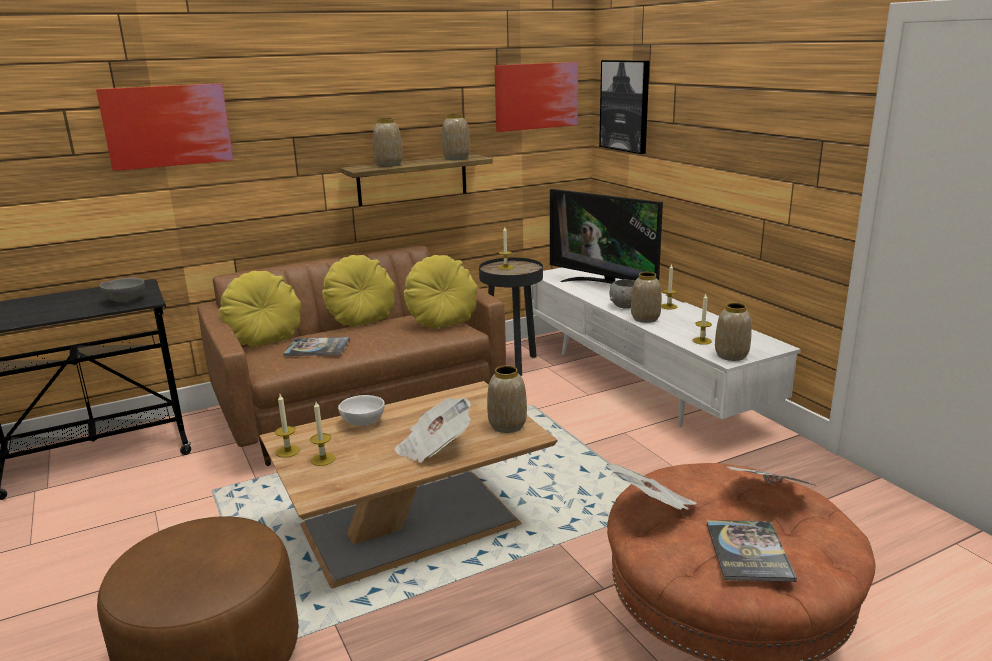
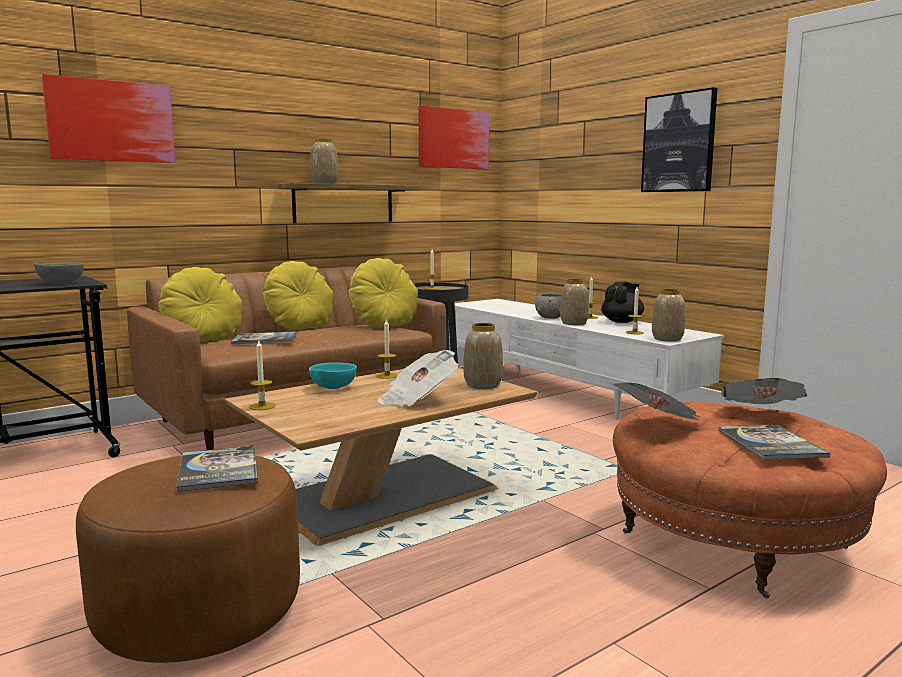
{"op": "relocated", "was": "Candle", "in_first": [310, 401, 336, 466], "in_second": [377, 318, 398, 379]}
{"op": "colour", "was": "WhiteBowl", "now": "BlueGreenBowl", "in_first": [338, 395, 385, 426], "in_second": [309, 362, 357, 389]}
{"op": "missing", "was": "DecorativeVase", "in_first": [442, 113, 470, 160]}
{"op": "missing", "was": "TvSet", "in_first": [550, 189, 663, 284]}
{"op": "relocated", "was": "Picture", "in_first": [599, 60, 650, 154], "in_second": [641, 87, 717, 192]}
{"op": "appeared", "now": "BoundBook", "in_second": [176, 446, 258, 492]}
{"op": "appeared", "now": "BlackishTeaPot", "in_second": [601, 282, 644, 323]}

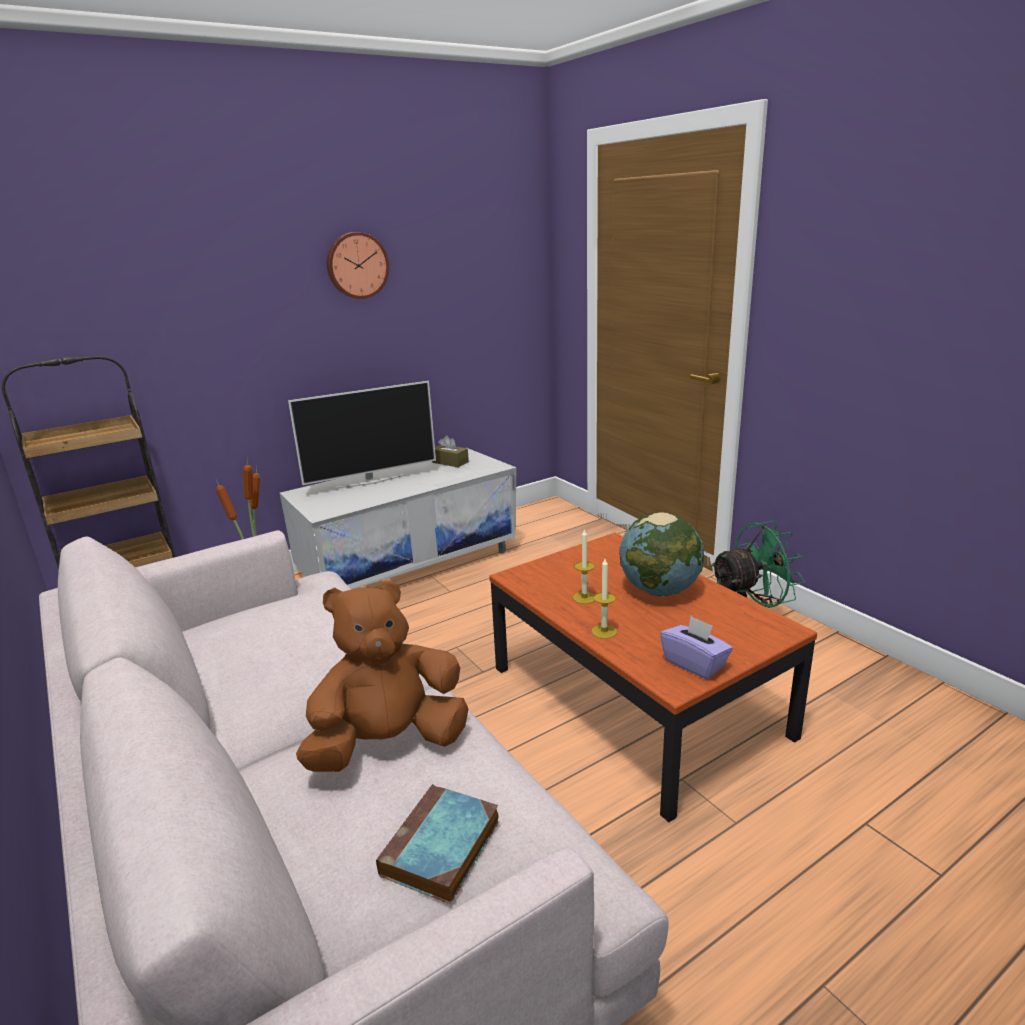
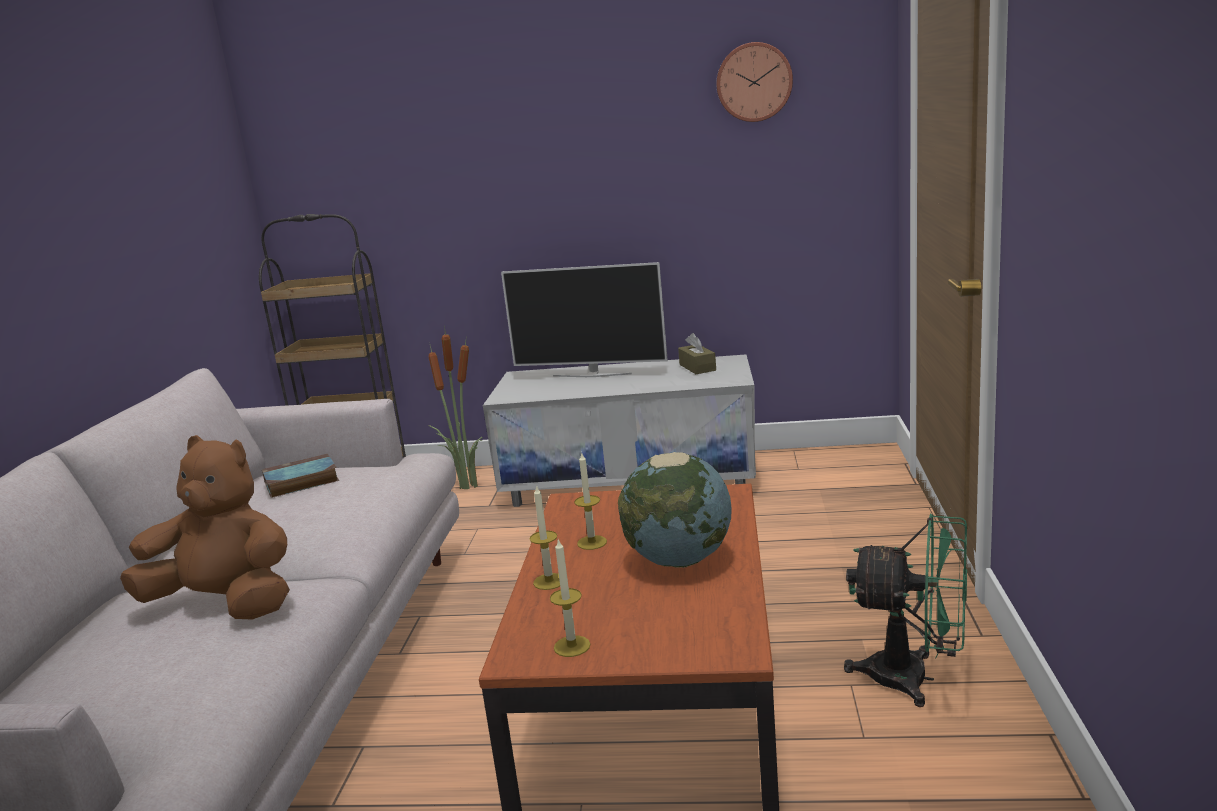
{"op": "relocated", "was": "HangingClock", "in_first": [327, 232, 389, 299], "in_second": [716, 42, 793, 122]}
{"op": "relocated", "was": "BoundBook", "in_first": [376, 784, 499, 904], "in_second": [262, 454, 339, 498]}
{"op": "exchanged", "was": "PurpleTissueBox", "now": "Candle", "in_first": [660, 616, 733, 679], "in_second": [550, 539, 590, 657]}

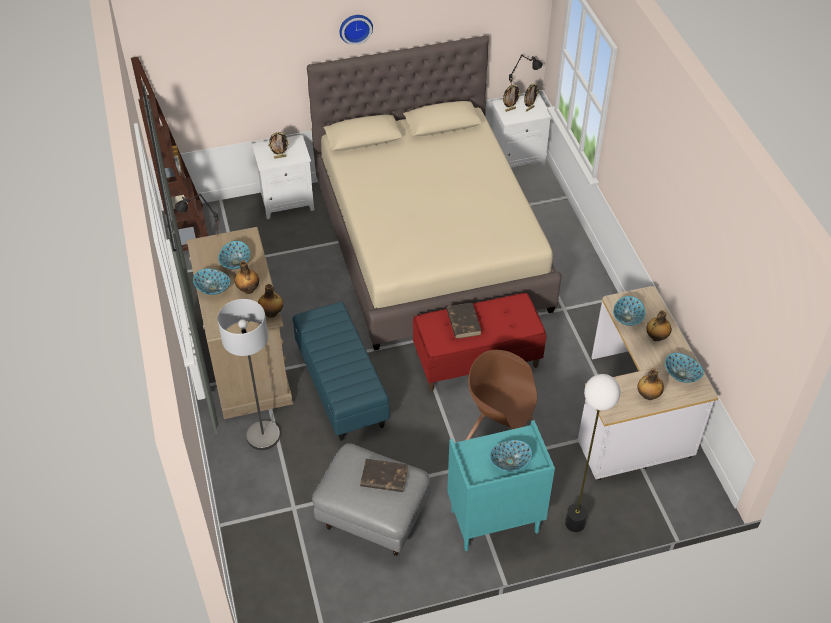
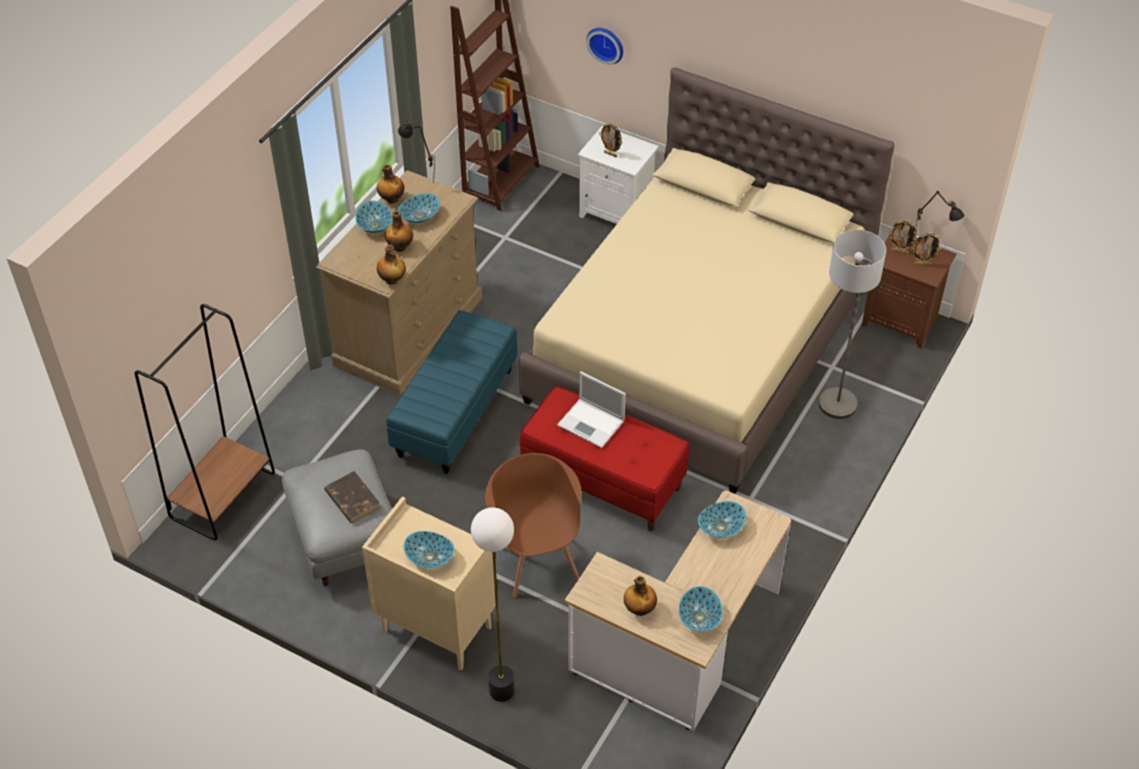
{"op": "relocated", "was": "GreyFloorLamp", "in_first": [218, 299, 280, 450], "in_second": [819, 230, 886, 419]}
{"op": "relocated", "was": "HangingClock", "in_first": [340, 15, 373, 45], "in_second": [587, 28, 623, 64]}
{"op": "exchanged", "was": "BrownBoundBook", "now": "PortableComputer", "in_first": [446, 303, 481, 339], "in_second": [557, 371, 626, 448]}
{"op": "colour", "was": "BlueGreenCabinet", "now": "BeigeColouredCabinet", "in_first": [447, 420, 555, 551], "in_second": [362, 497, 496, 670]}
{"op": "colour", "was": "WhiteNightstand", "now": "BrownNightstand", "in_first": [492, 93, 551, 168], "in_second": [862, 233, 956, 348]}
{"op": "relocated", "was": "Bottle", "in_first": [646, 310, 671, 341], "in_second": [377, 164, 404, 203]}
{"op": "appeared", "now": "GarmentRack", "in_second": [135, 304, 275, 540]}

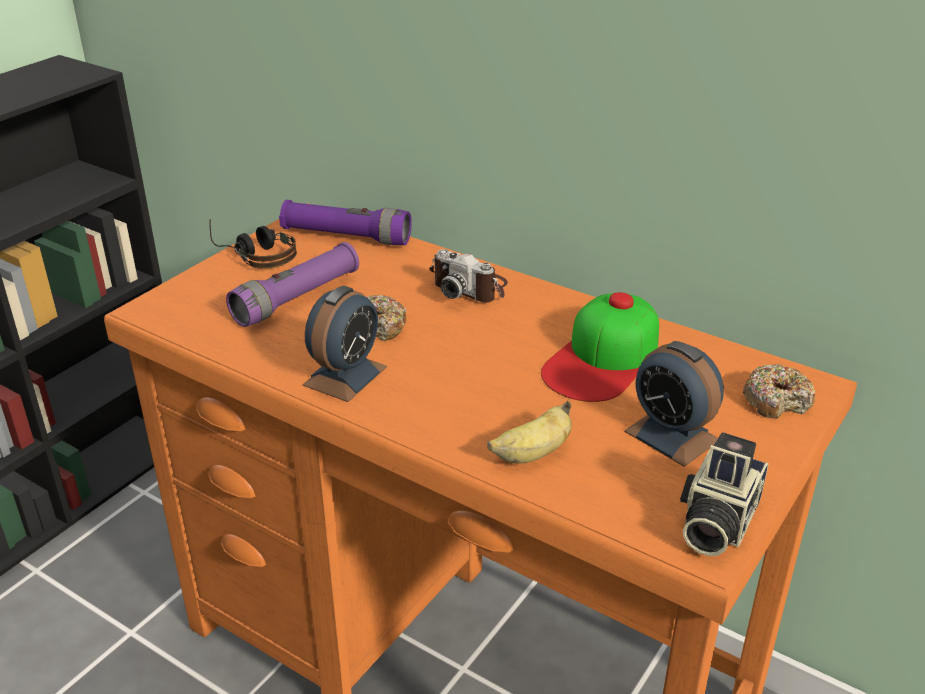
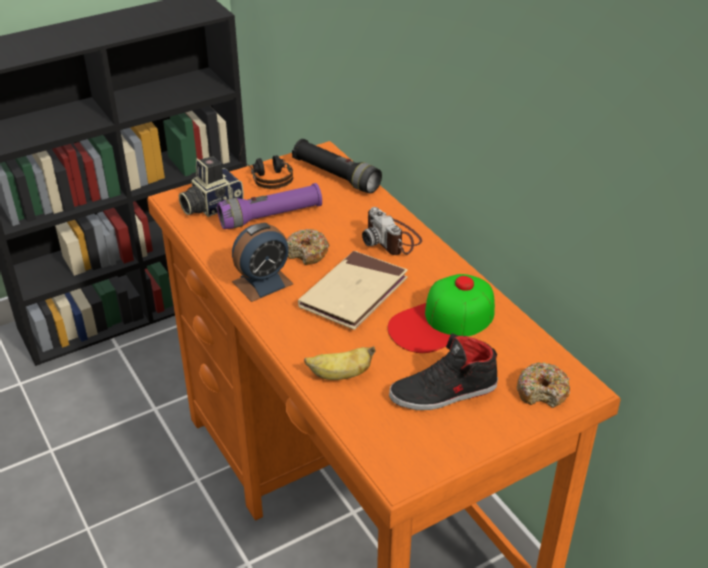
{"op": "colour", "was": "PurpleFlashlight", "now": "BlackishFlashlight", "in_first": [279, 200, 412, 245], "in_second": [292, 139, 382, 194]}
{"op": "exchanged", "was": "BedsideClock", "now": "BlackishShoe", "in_first": [624, 341, 724, 467], "in_second": [389, 333, 498, 410]}
{"op": "relocated", "was": "PhotoCamera", "in_first": [680, 432, 768, 556], "in_second": [179, 156, 244, 217]}
{"op": "appeared", "now": "BeigeColouredBoundBook", "in_second": [298, 251, 408, 330]}

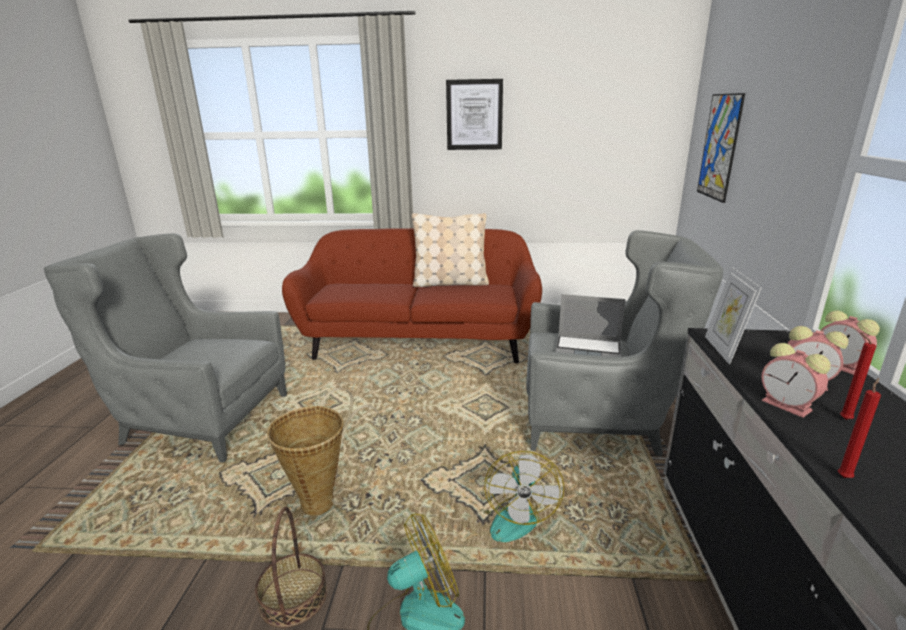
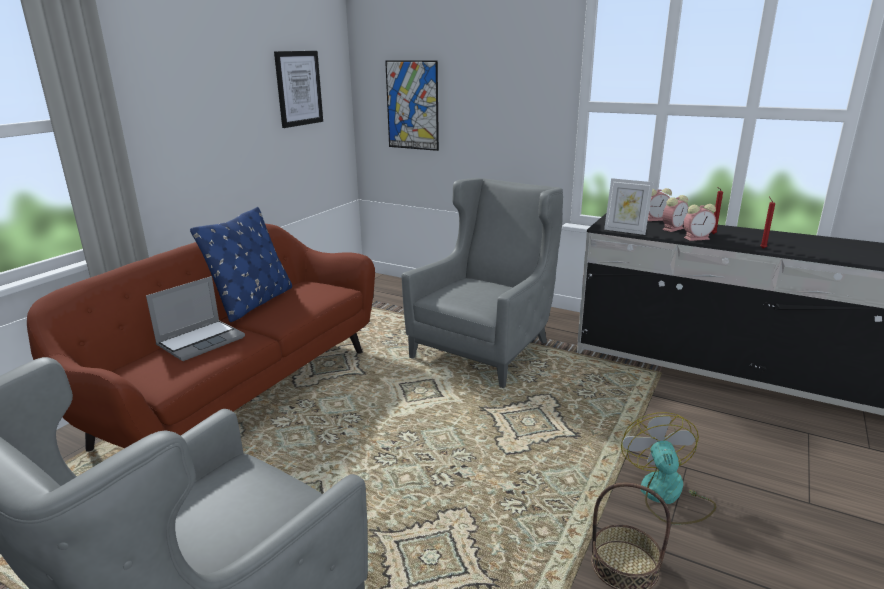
{"op": "missing", "was": "HouseholdBasket", "in_first": [267, 388, 381, 516]}
{"op": "colour", "was": "BeigeColouredPillow", "now": "BlueColouredPillow", "in_first": [412, 213, 489, 287], "in_second": [190, 207, 292, 322]}
{"op": "relocated", "was": "Picture", "in_first": [446, 79, 503, 150], "in_second": [274, 51, 323, 128]}
{"op": "missing", "was": "ElectricFan", "in_first": [484, 451, 564, 542]}
{"op": "relocated", "was": "PortableComputer", "in_first": [555, 294, 626, 357], "in_second": [146, 276, 245, 361]}

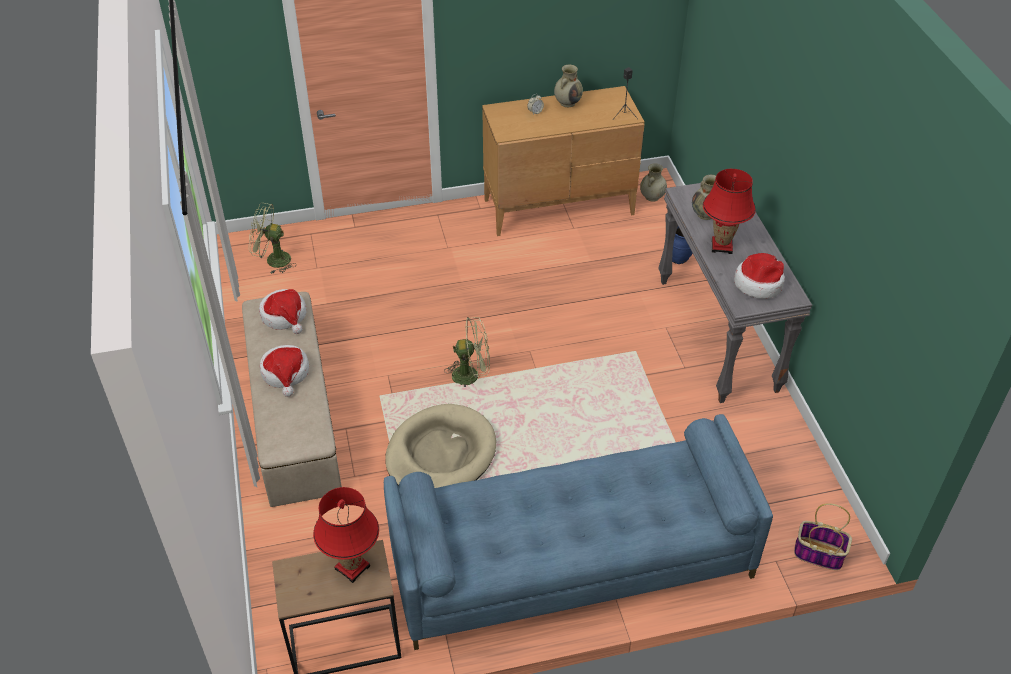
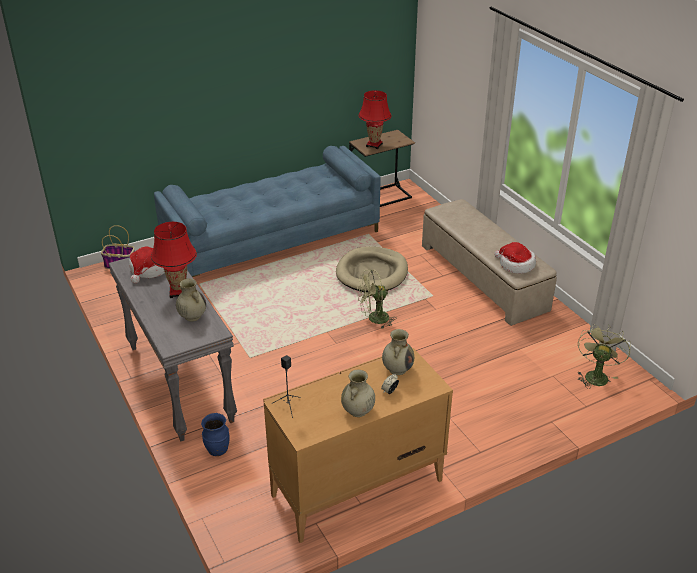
{"op": "spun", "was": "GreenColouredElectricFan", "in_first": [249, 203, 297, 274], "in_second": [577, 324, 631, 389], "clockwise": -60}
{"op": "missing", "was": "Hat", "in_first": [260, 345, 309, 397]}
{"op": "relocated", "was": "BeigeColouredDecorativeVase", "in_first": [640, 163, 667, 202], "in_second": [382, 329, 414, 375]}

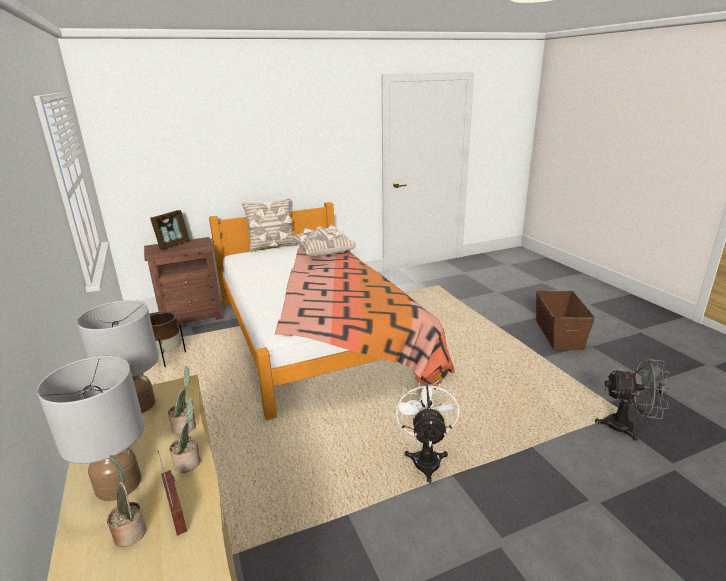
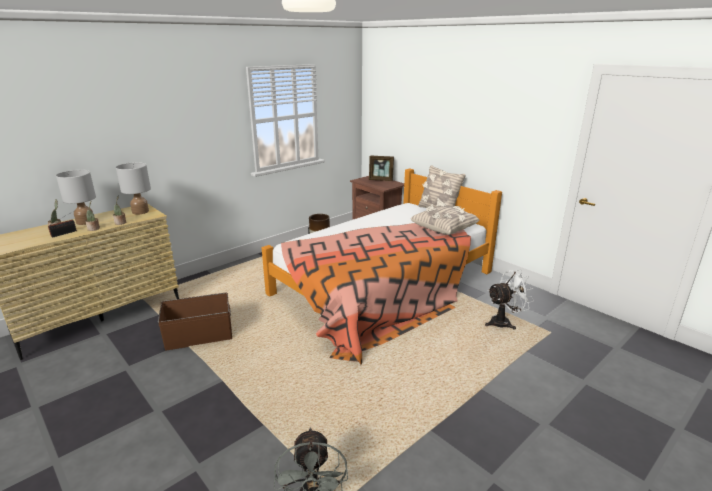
{"op": "relocated", "was": "WhiteElectricFan", "in_first": [396, 379, 459, 483], "in_second": [485, 270, 534, 330]}
{"op": "relocated", "was": "BrownStorageBox", "in_first": [536, 291, 595, 350], "in_second": [158, 293, 232, 351]}

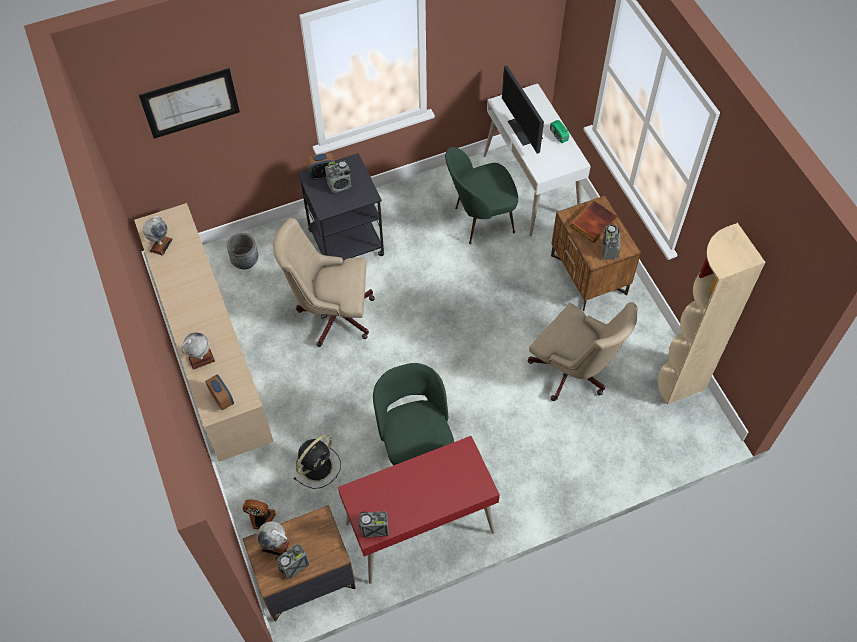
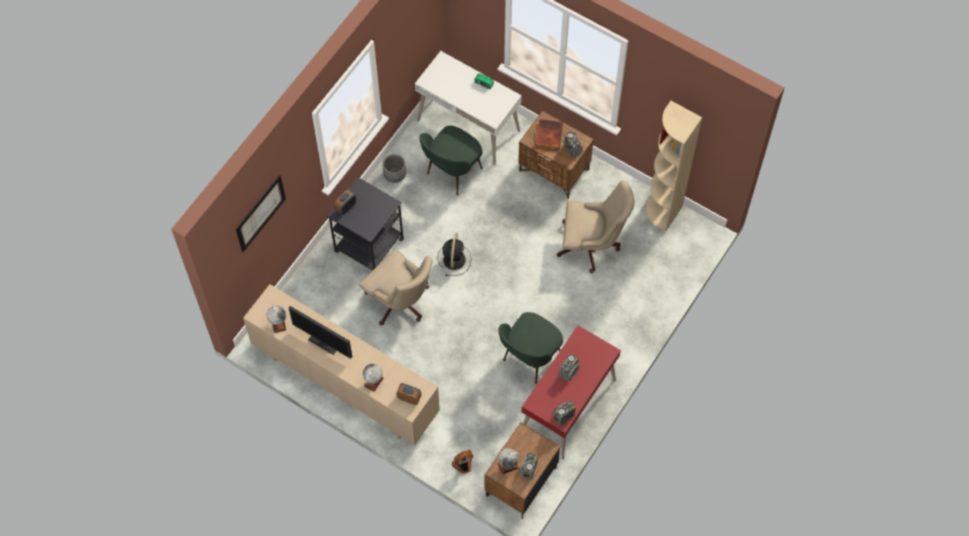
{"op": "relocated", "was": "GreyPlanter", "in_first": [227, 233, 258, 270], "in_second": [382, 154, 406, 183]}
{"op": "spun", "was": "BeigeColouredComputerChair", "in_first": [273, 218, 375, 347], "in_second": [359, 249, 433, 325], "clockwise": -105}
{"op": "relocated", "was": "BlackishElectricFan", "in_first": [294, 435, 341, 489], "in_second": [438, 233, 471, 276]}
{"op": "relocated", "was": "Radio", "in_first": [325, 160, 351, 193], "in_second": [559, 354, 579, 382]}
{"op": "spun", "was": "GreenColouredChair", "in_first": [373, 363, 454, 465], "in_second": [499, 312, 563, 384], "clockwise": -90}
{"op": "relocated", "was": "ComputerDisplay", "in_first": [502, 66, 544, 154], "in_second": [289, 306, 352, 359]}

